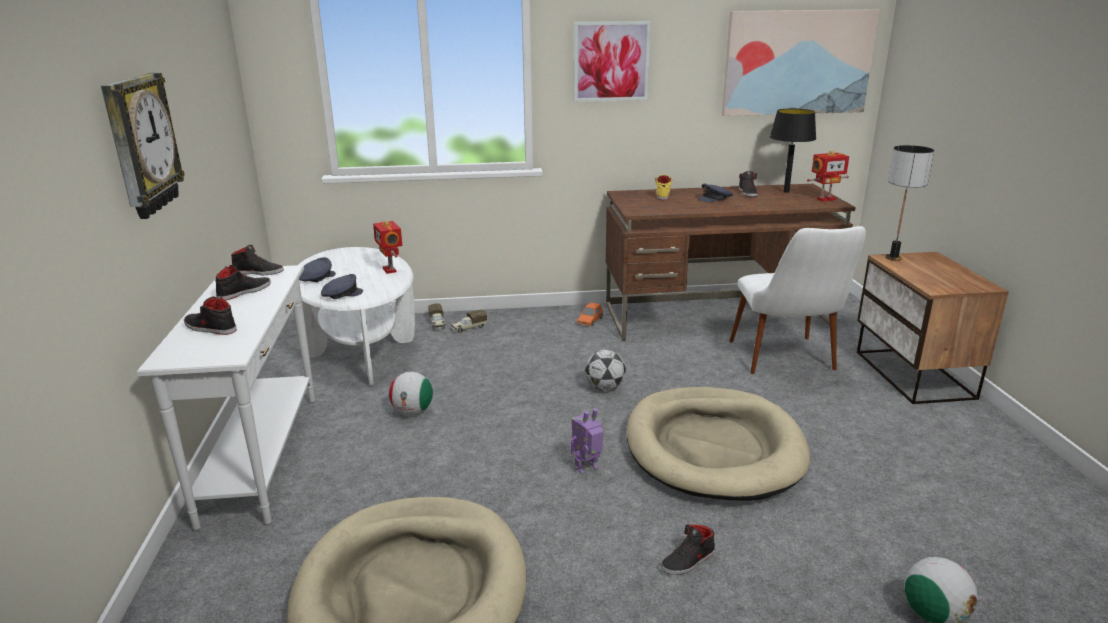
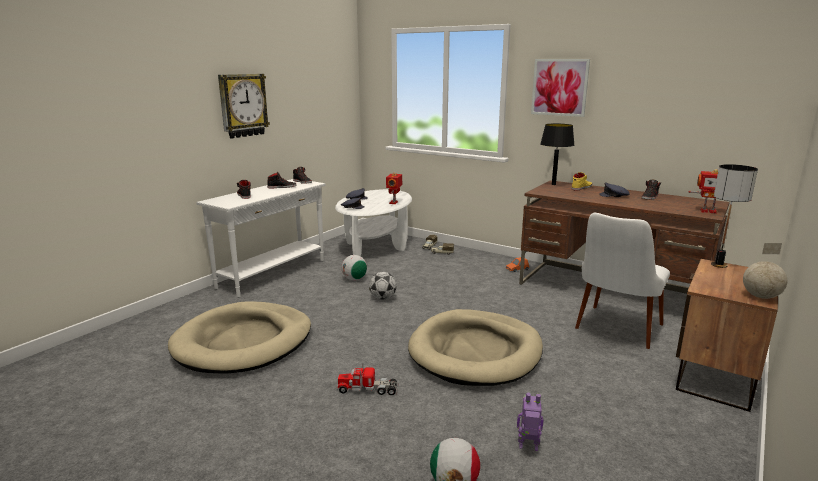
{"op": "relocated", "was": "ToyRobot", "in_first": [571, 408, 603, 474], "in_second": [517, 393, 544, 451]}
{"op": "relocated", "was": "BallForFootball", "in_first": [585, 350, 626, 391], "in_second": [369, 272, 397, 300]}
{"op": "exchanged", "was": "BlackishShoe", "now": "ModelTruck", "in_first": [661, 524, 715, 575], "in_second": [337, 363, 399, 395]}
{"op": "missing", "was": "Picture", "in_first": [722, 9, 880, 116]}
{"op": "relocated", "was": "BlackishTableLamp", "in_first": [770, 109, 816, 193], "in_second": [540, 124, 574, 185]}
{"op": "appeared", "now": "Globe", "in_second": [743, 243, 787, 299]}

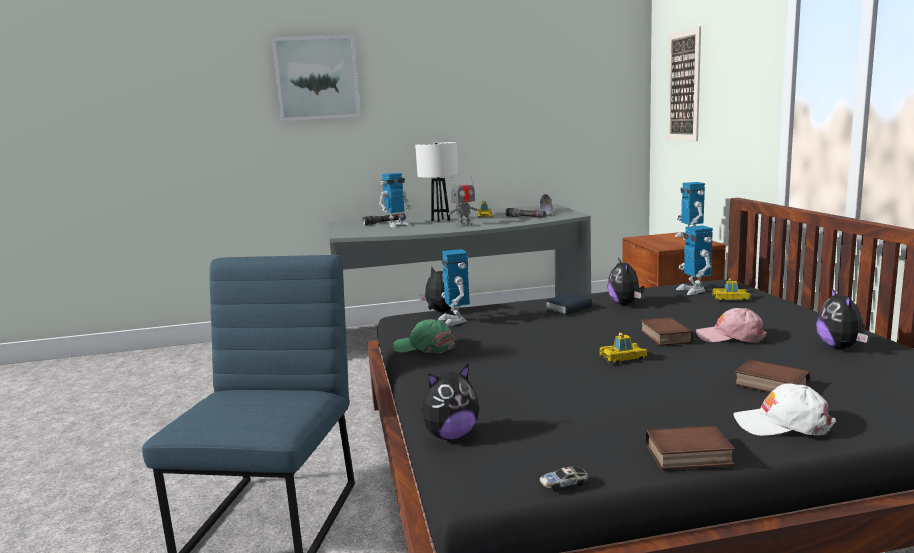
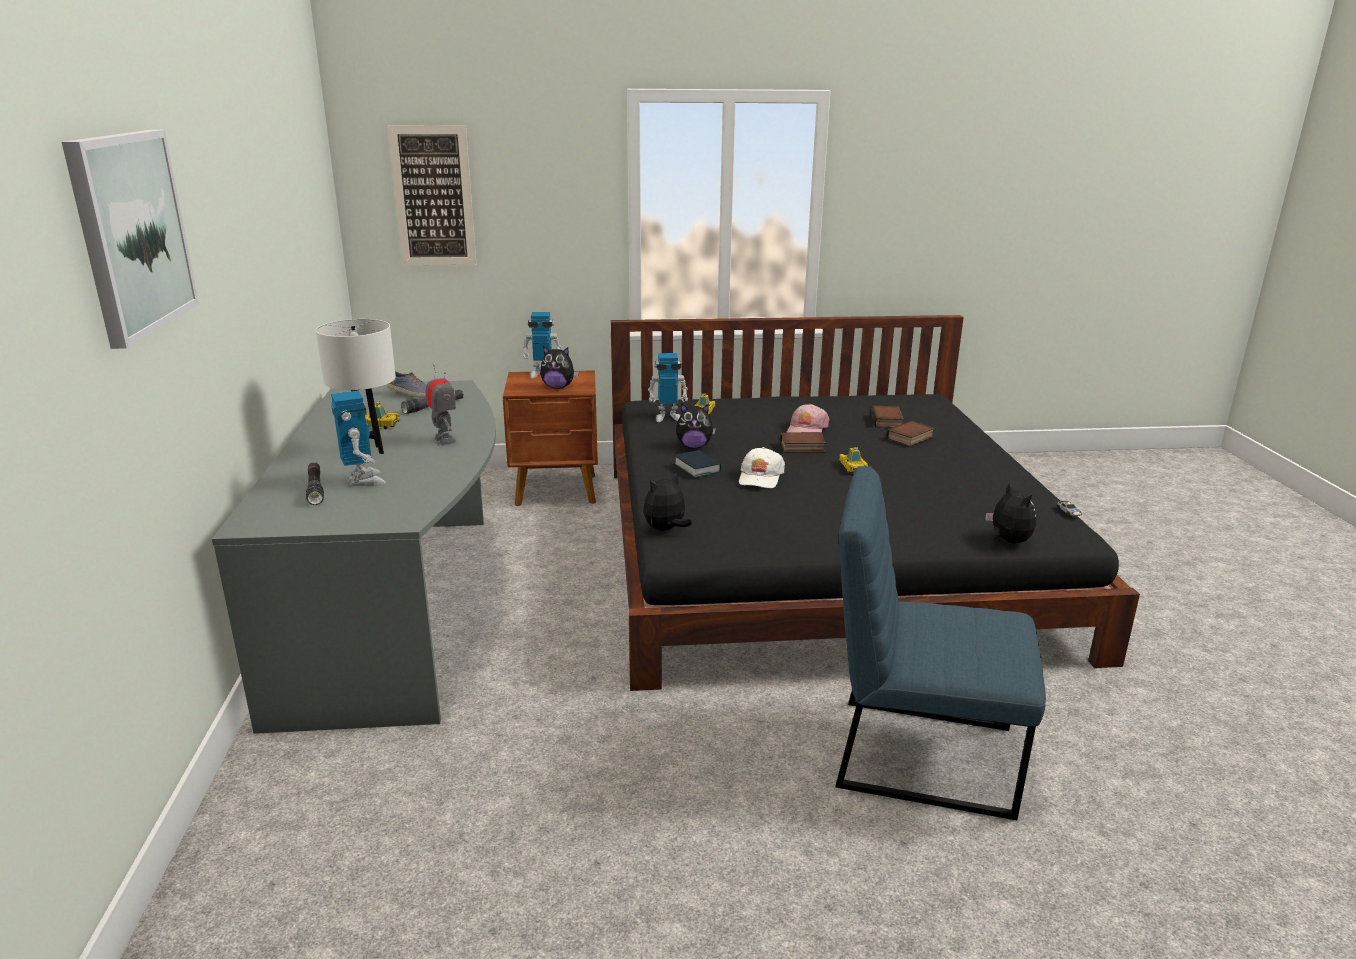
{"op": "missing", "was": "GreenColouredPeakedCap", "in_first": [393, 319, 455, 354]}
{"op": "missing", "was": "ToyRobot", "in_first": [438, 249, 470, 326]}
{"op": "relocated", "was": "BoundBook", "in_first": [645, 425, 735, 470], "in_second": [870, 406, 904, 428]}
{"op": "relocated", "was": "WhitePeakedCap", "in_first": [733, 384, 836, 436], "in_second": [739, 447, 785, 488]}
{"op": "relocated", "was": "CuddlyToy", "in_first": [816, 287, 868, 349], "in_second": [540, 346, 579, 389]}

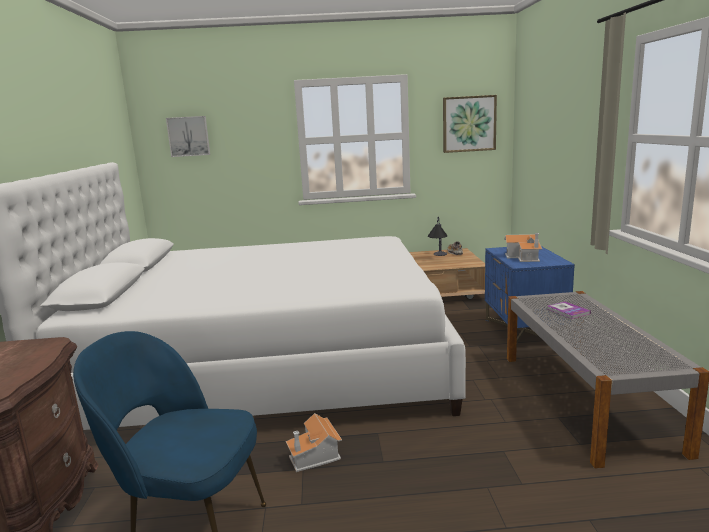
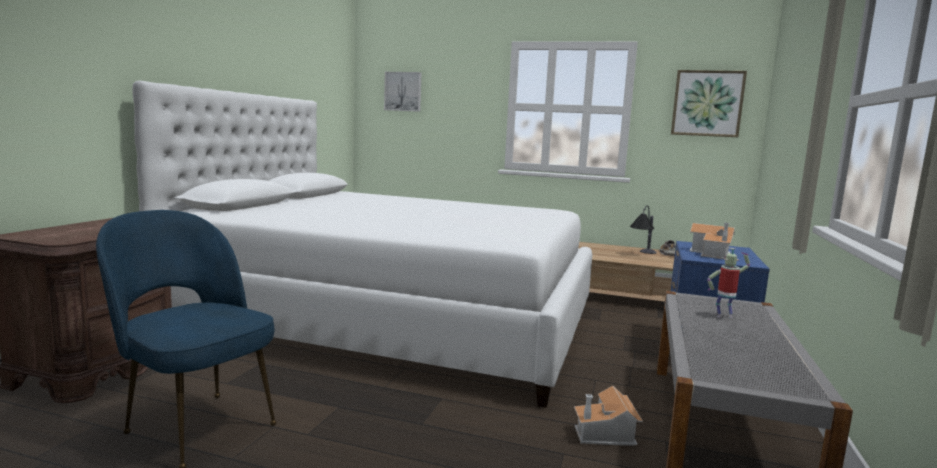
{"op": "relocated", "was": "MiniatureHouse", "in_first": [286, 413, 342, 472], "in_second": [574, 386, 643, 445]}
{"op": "exchanged", "was": "BoundBook", "now": "ToyRobot", "in_first": [547, 301, 591, 319], "in_second": [707, 248, 750, 318]}

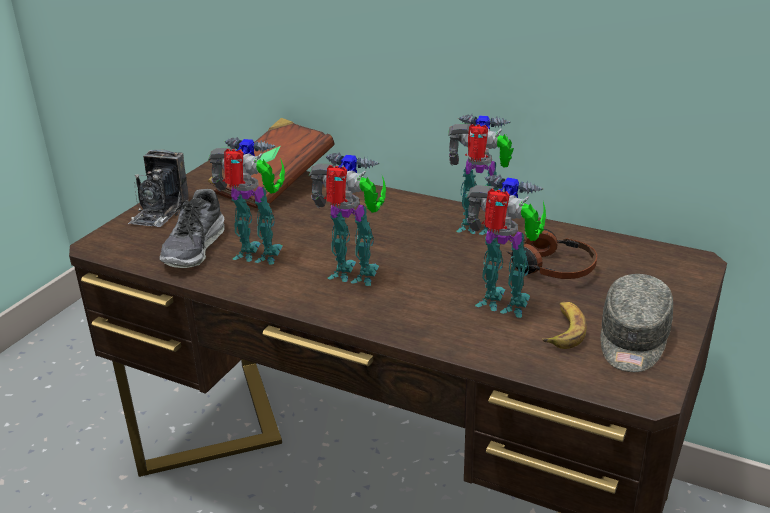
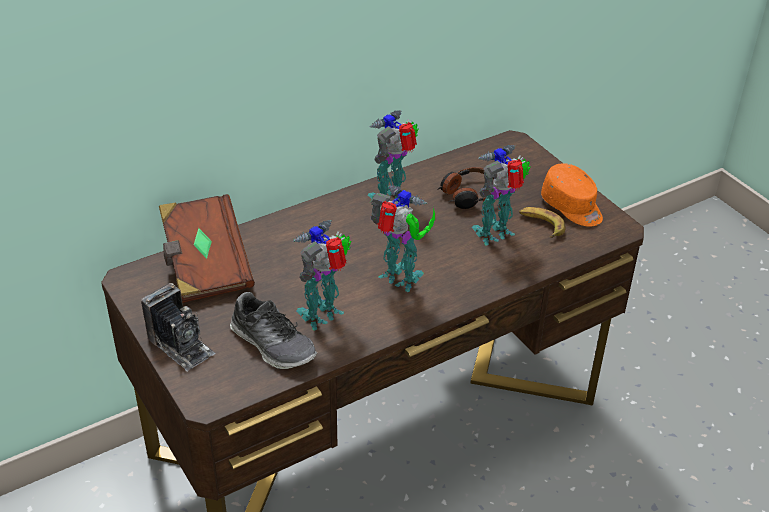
{"op": "spun", "was": "ToyRobot", "in_first": [308, 152, 386, 286], "in_second": [370, 185, 435, 292], "clockwise": 75}
{"op": "colour", "was": "GreyPeakedCap", "now": "OrangeyPeakedCap", "in_first": [601, 274, 673, 372], "in_second": [541, 163, 603, 227]}

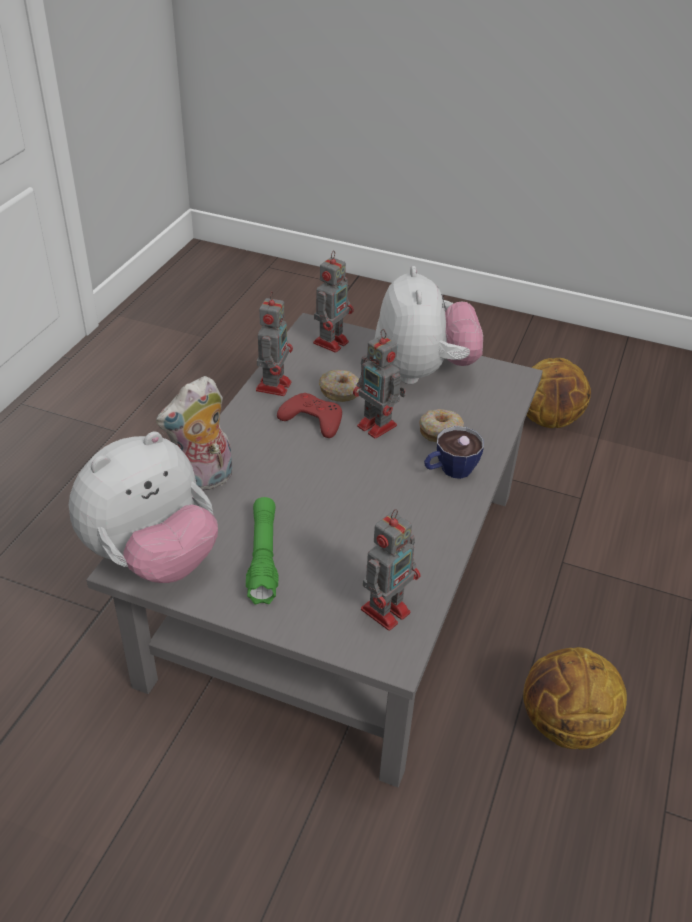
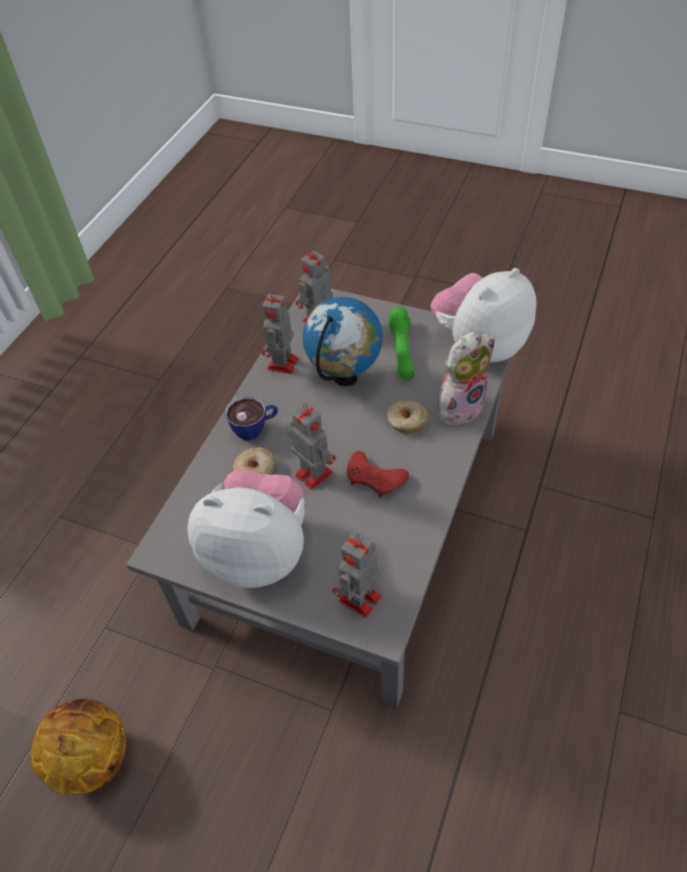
{"op": "relocated", "was": "ToyRobot", "in_first": [256, 291, 293, 396], "in_second": [262, 290, 298, 374]}
{"op": "relocated", "was": "Donut", "in_first": [319, 370, 359, 402], "in_second": [387, 400, 428, 434]}
{"op": "spun", "was": "CuddlyToy", "in_first": [375, 266, 483, 384], "in_second": [187, 469, 305, 588], "clockwise": 105}
{"op": "missing", "was": "BasketballBall", "in_first": [523, 647, 627, 750]}
{"op": "appeared", "now": "Globe", "in_second": [303, 297, 383, 386]}

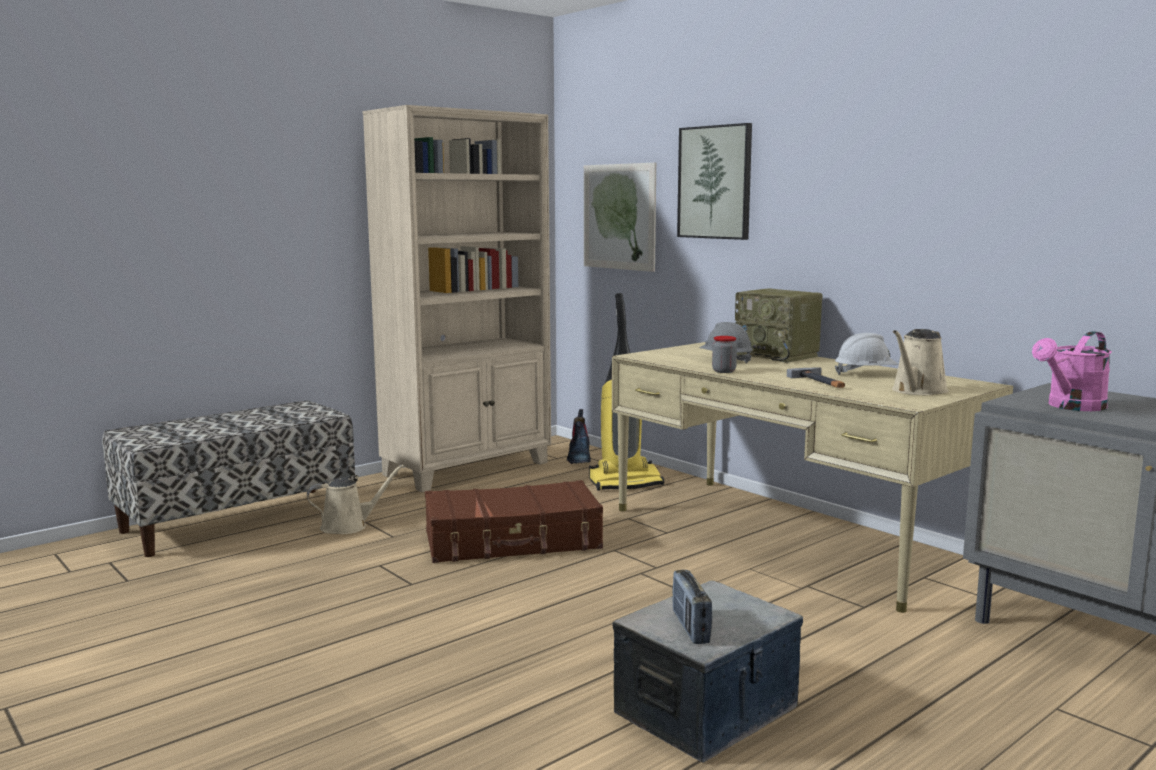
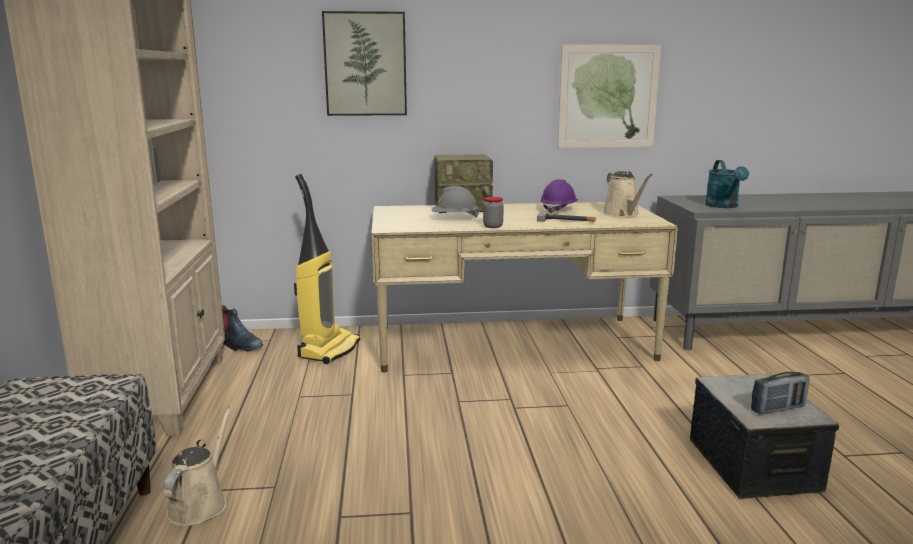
{"op": "missing", "was": "BrownSuitcase", "in_first": [425, 480, 603, 563]}
{"op": "relocated", "was": "Picture", "in_first": [584, 163, 656, 272], "in_second": [558, 45, 661, 148]}
{"op": "spun", "was": "Radio", "in_first": [672, 570, 712, 644], "in_second": [751, 372, 810, 414], "clockwise": -45}
{"op": "colour", "was": "WhiteWorkHelmet", "now": "PurpleWorkHelmet", "in_first": [835, 333, 898, 375], "in_second": [540, 179, 578, 213]}
{"op": "colour", "was": "PinkishWateringPot", "now": "BlueGreenWateringPot", "in_first": [1032, 331, 1112, 411], "in_second": [705, 160, 749, 208]}

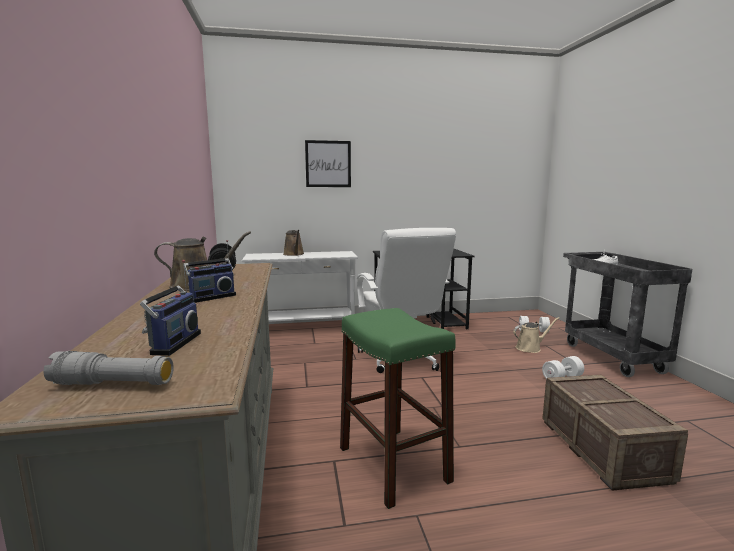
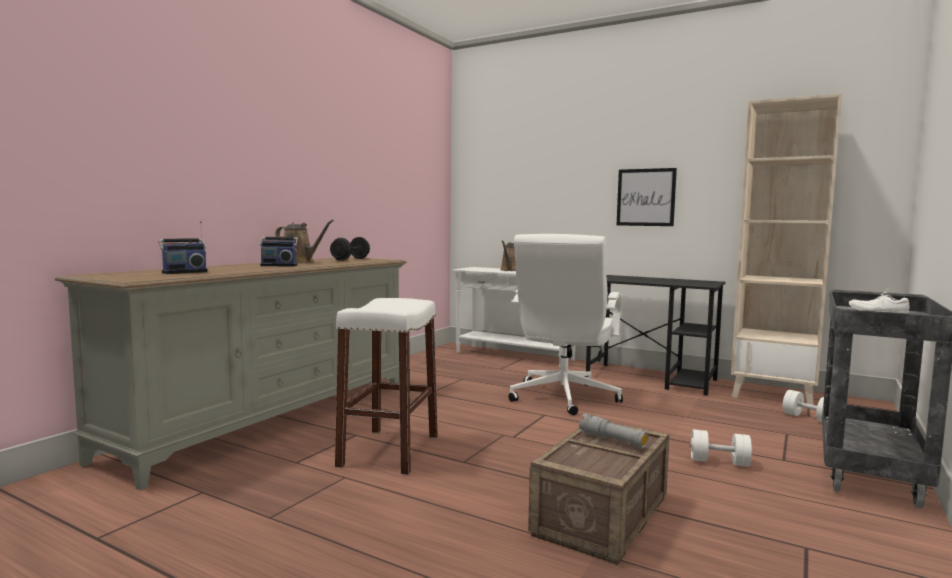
{"op": "relocated", "was": "GreyFlashlight", "in_first": [43, 351, 174, 385], "in_second": [579, 414, 649, 448]}
{"op": "relocated", "was": "Picture", "in_first": [305, 140, 351, 187], "in_second": [617, 168, 677, 226]}
{"op": "colour", "was": "GreenColouredStool", "now": "WhiteStool", "in_first": [340, 308, 456, 509], "in_second": [335, 298, 438, 475]}
{"op": "missing", "was": "BeigeColouredWateringPot", "in_first": [513, 317, 559, 353]}
{"op": "appeared", "now": "BeigeColouredShelvingUnit", "in_second": [731, 93, 842, 405]}

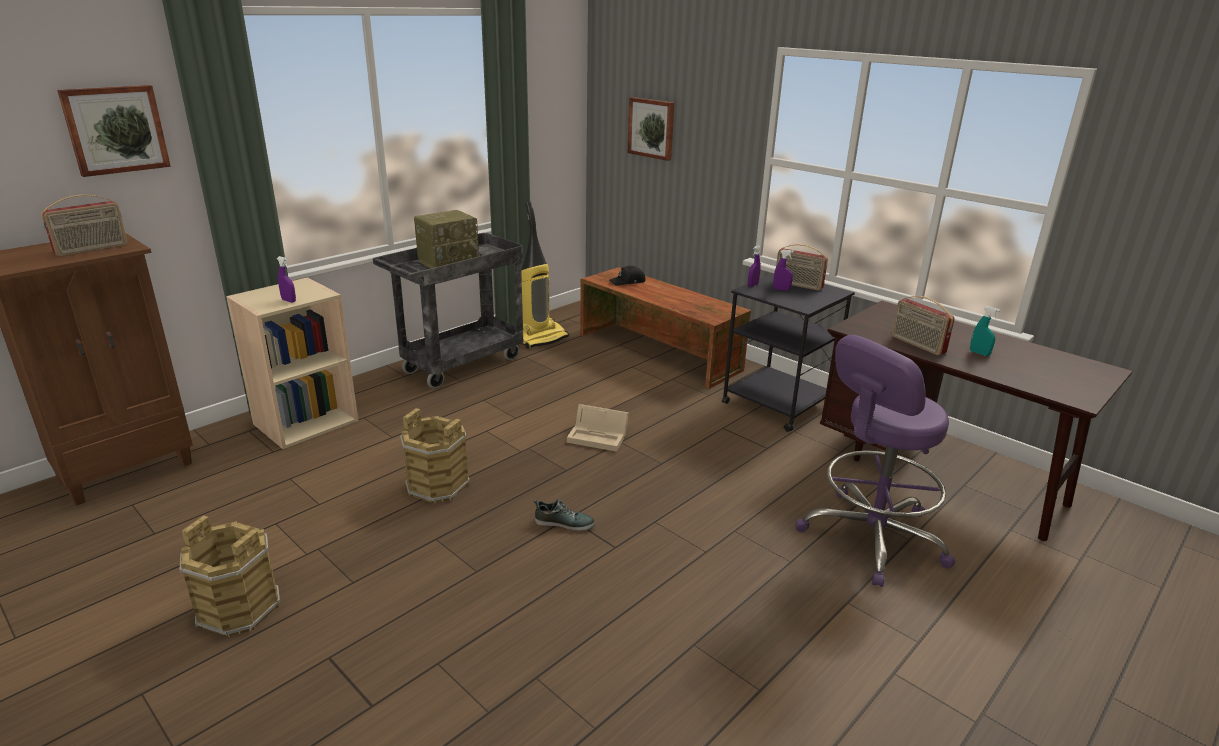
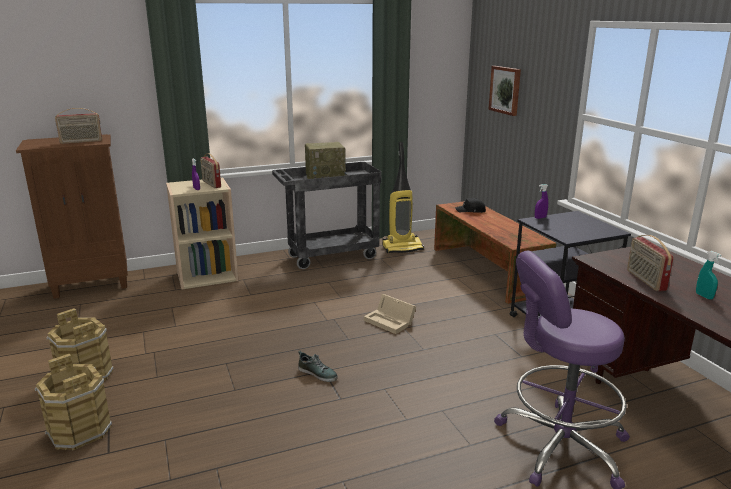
{"op": "missing", "was": "Picture", "in_first": [57, 85, 171, 177]}
{"op": "relocated", "was": "BrownWaterBucket", "in_first": [400, 408, 470, 503], "in_second": [35, 354, 112, 450]}
{"op": "missing", "was": "PurpleSprayer", "in_first": [773, 250, 794, 291]}
{"op": "relocated", "was": "Radio", "in_first": [776, 244, 828, 291], "in_second": [200, 153, 221, 188]}

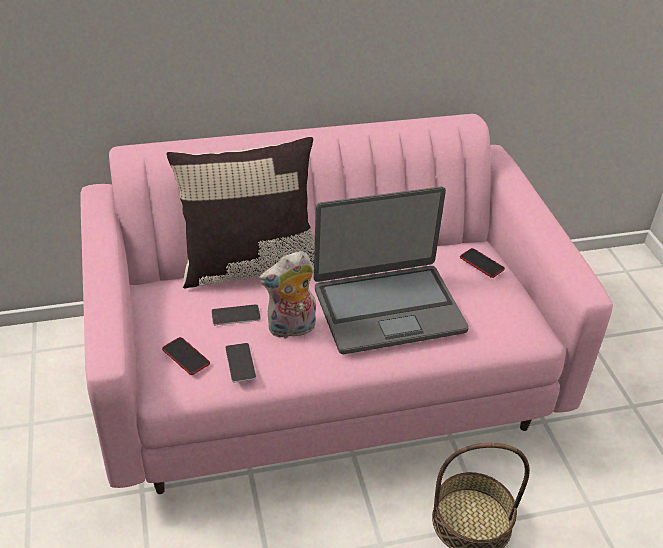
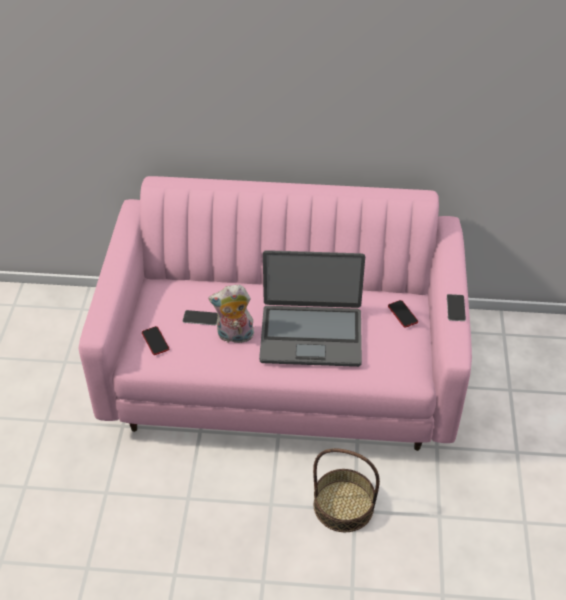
{"op": "missing", "was": "Pillow", "in_first": [166, 137, 315, 288]}
{"op": "relocated", "was": "Phone", "in_first": [225, 343, 256, 382], "in_second": [447, 294, 466, 321]}

